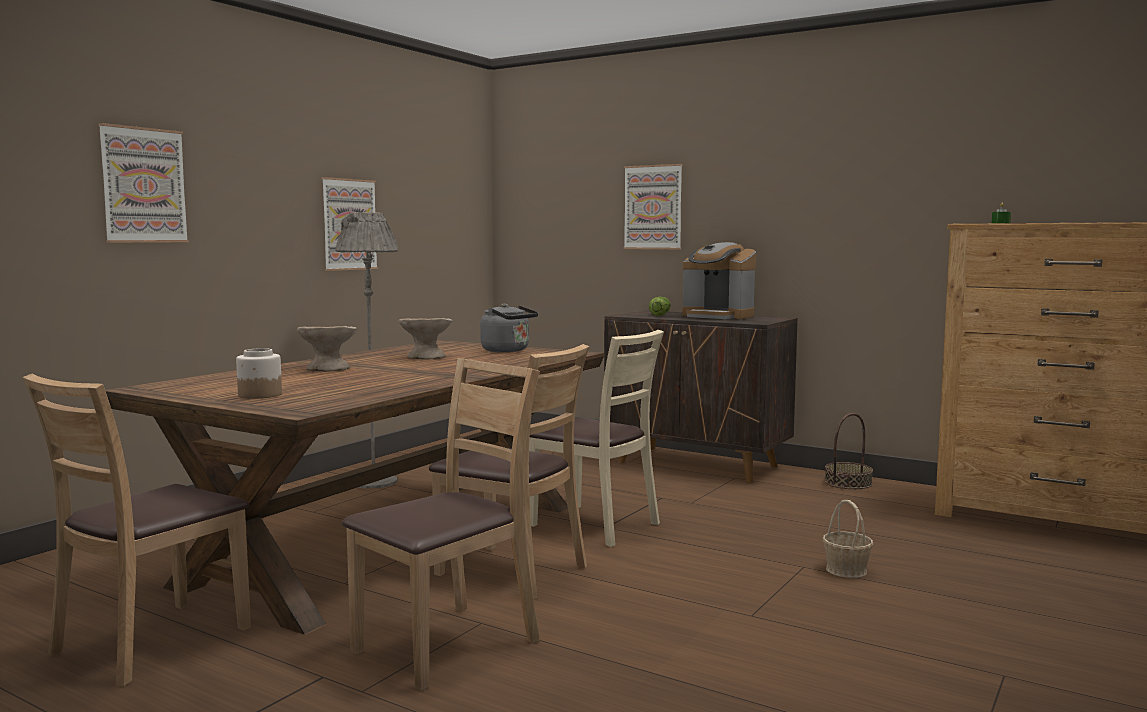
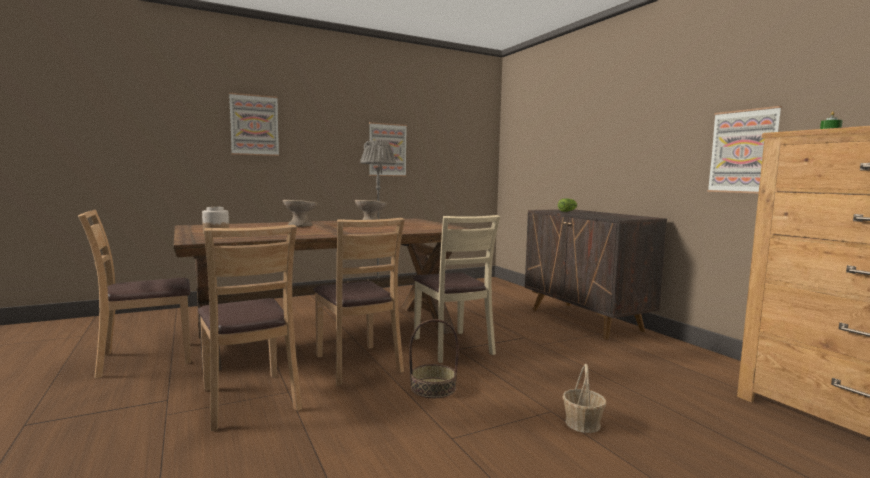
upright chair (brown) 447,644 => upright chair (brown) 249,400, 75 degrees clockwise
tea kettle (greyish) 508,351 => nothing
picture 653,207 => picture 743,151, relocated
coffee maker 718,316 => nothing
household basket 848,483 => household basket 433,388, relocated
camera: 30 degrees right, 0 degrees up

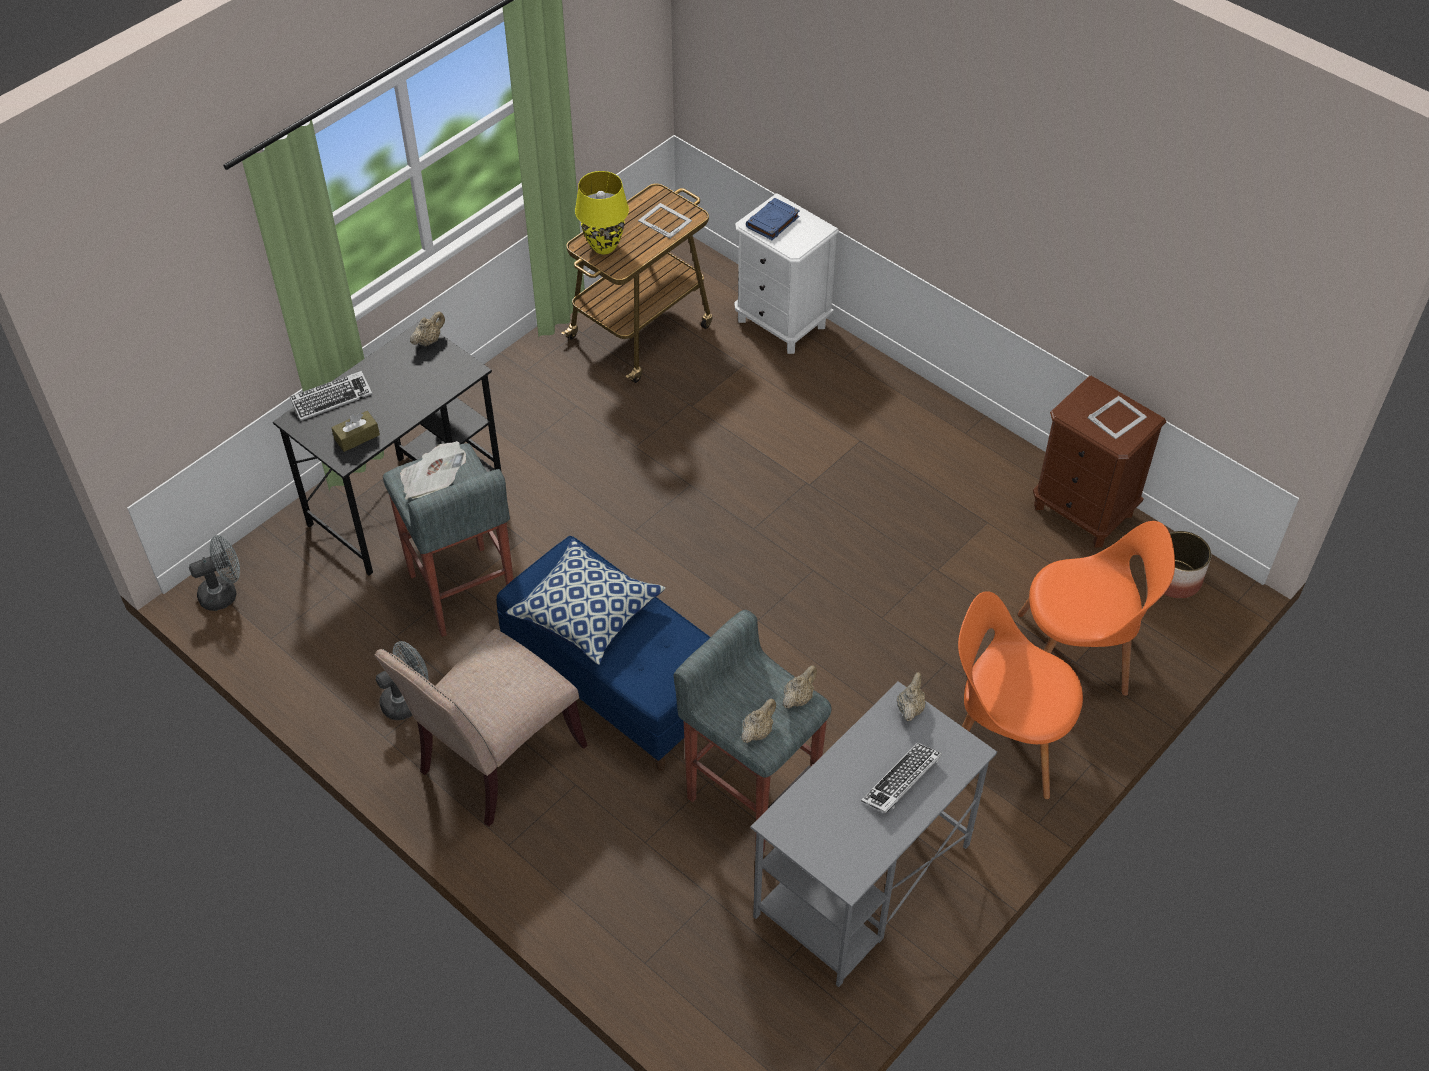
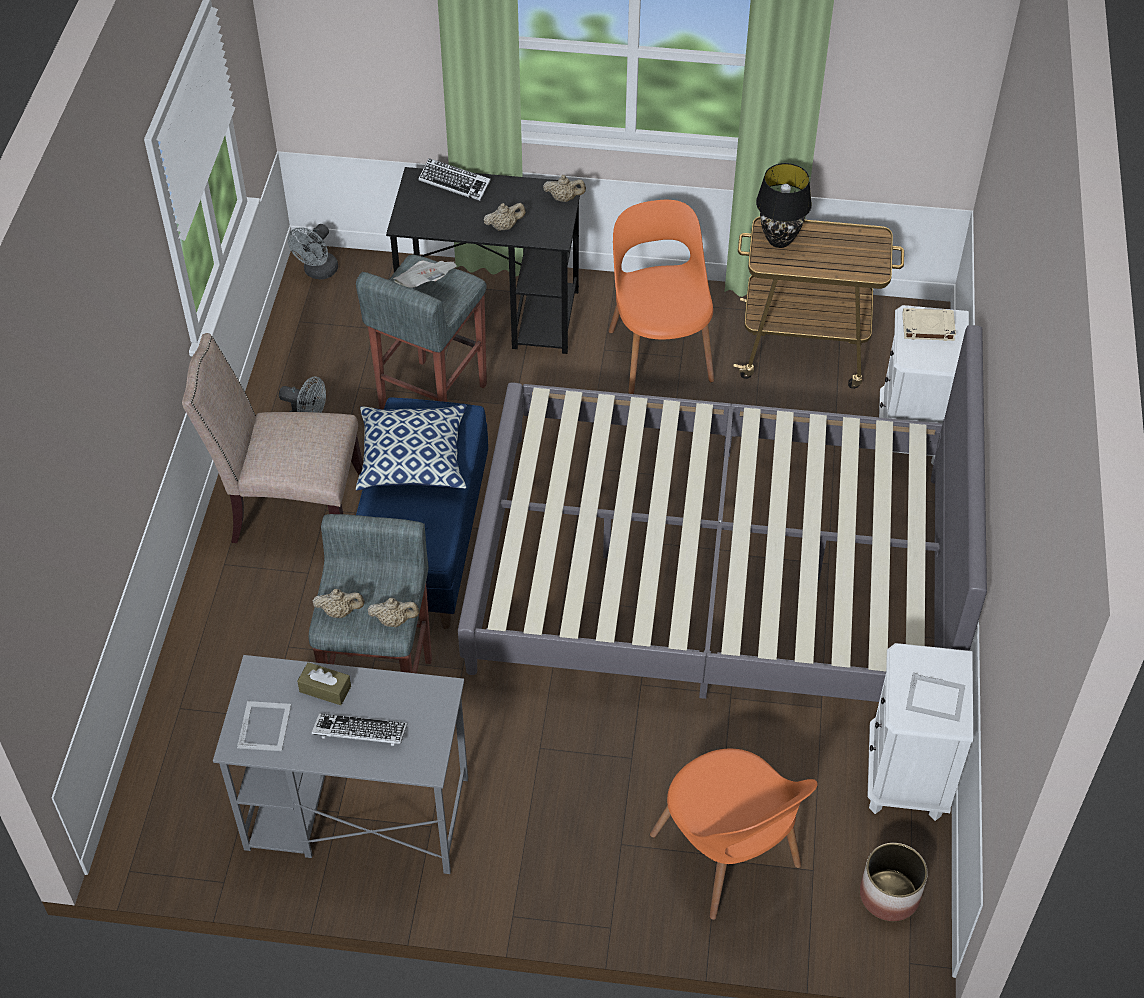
cooling fan (greyish) 224,593 => cooling fan (greyish) 318,272, 90 degrees clockwise
box of tissues (brown) 357,437 => box of tissues (brown) 325,689, relocated
lamp for a table (yellow-coloured) 604,247 => lamp for a table (black-coloured) 778,240
photo frame 664,220 => photo frame 265,725, relocated
bound book (blue) 772,222 => bound book (beige-coloured) 927,327
tea pot (beige-coloured) 910,708 => tea pot (beige-coloured) 504,227, relocated
upright chair (orange-coloured) 1005,739 => upright chair (orange-coloured) 660,351, relocated
bedside table (brown) 1083,510 => bedside table (white-coloured) 906,776
nothing => bedroom bed (greyish) 715,574
camera: 55 degrees right, 0 degrees up

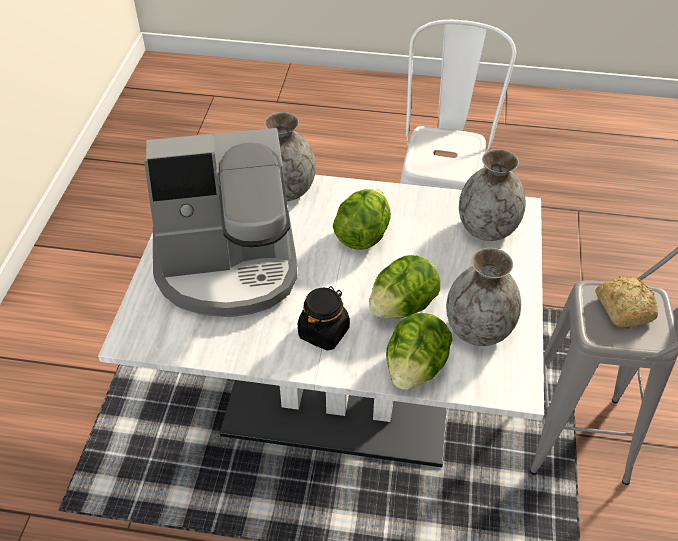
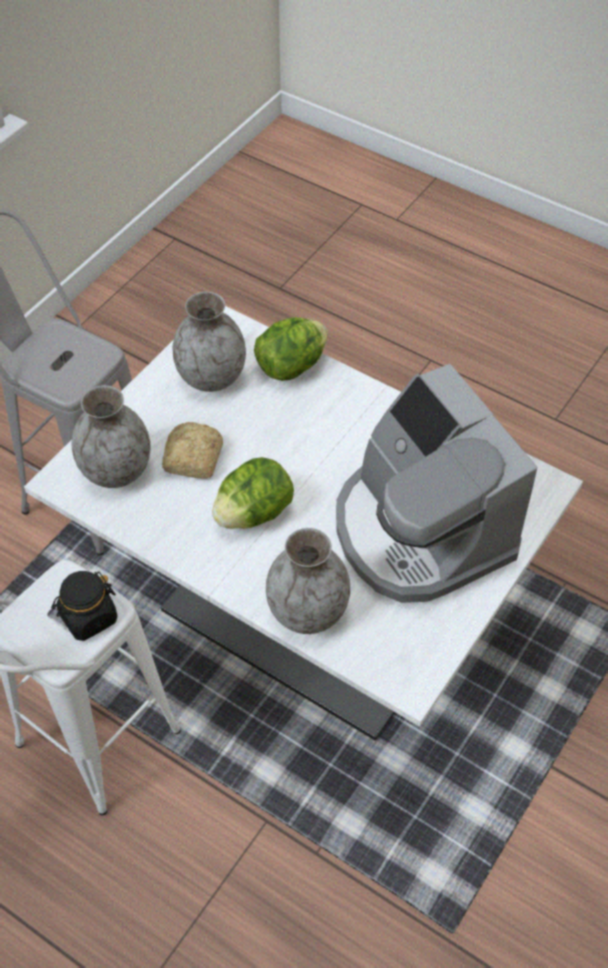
coffee maker 228,265 => coffee maker 420,531, 135 degrees counterclockwise
jar (black-coloured) 324,332 => jar (black-coloured) 88,618, relocated
lettuce 402,306 => nothing
bakery bread 624,307 => bakery bread 192,459, relocated
camera: 155 degrees left, 5 degrees up

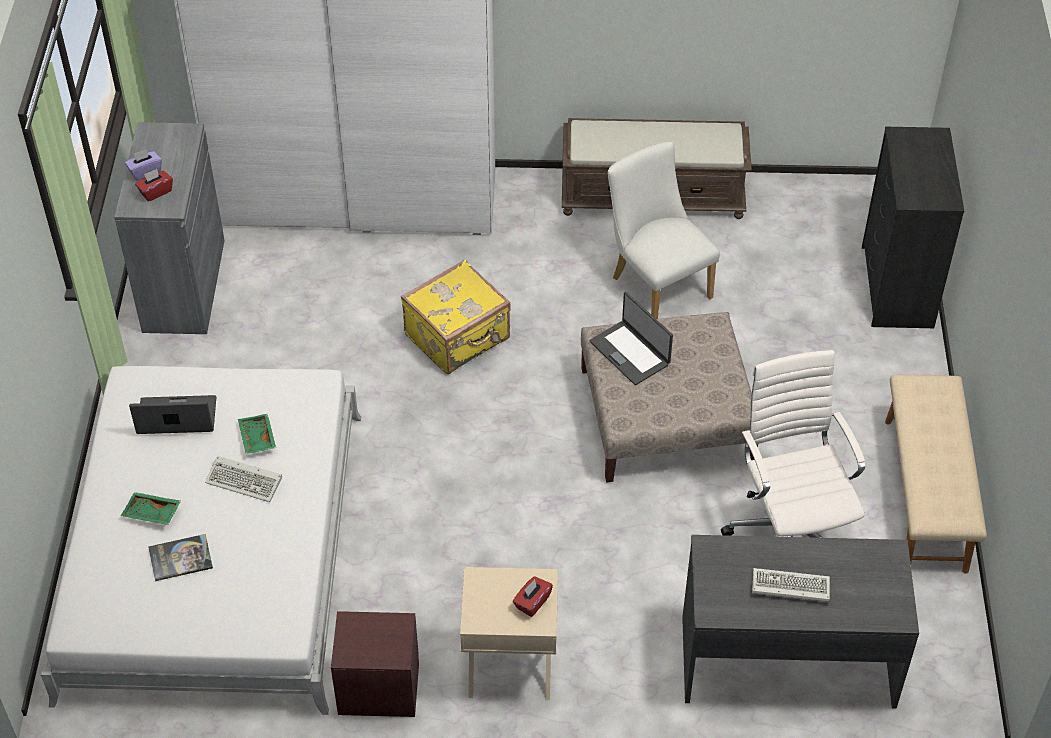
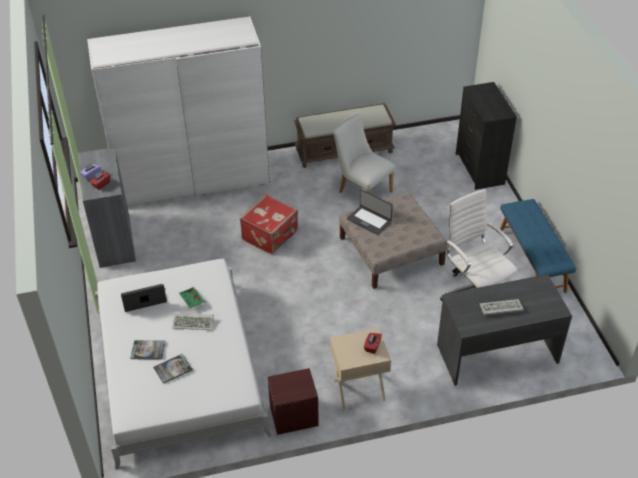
serving tray (green-coloured) 151,514 => bound book 148,350
piece of luggage (yellow-coloured) 458,338 => piece of luggage (red-coloured) 271,236
bench (beige-coloured) 926,494 => bench (blue) 532,260
camera: 15 degrees left, 5 degrees down

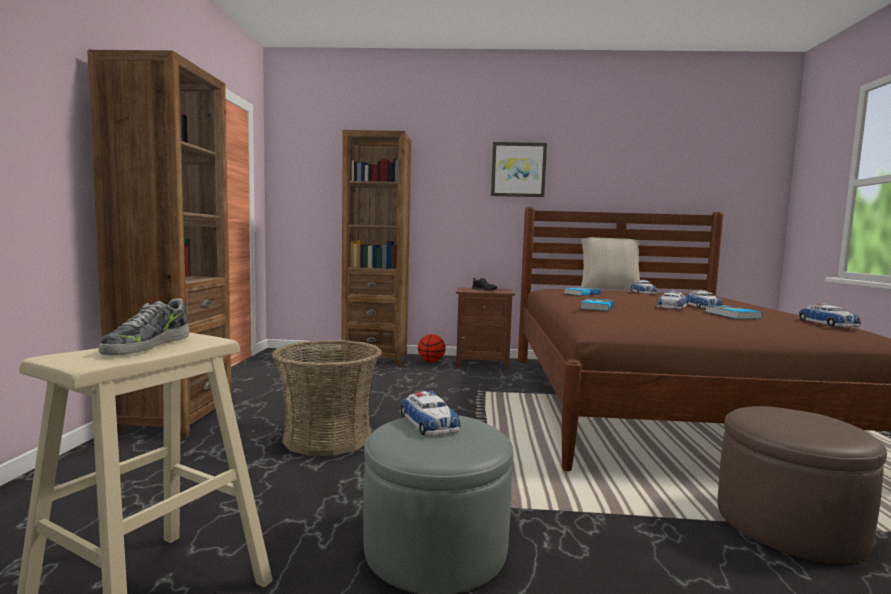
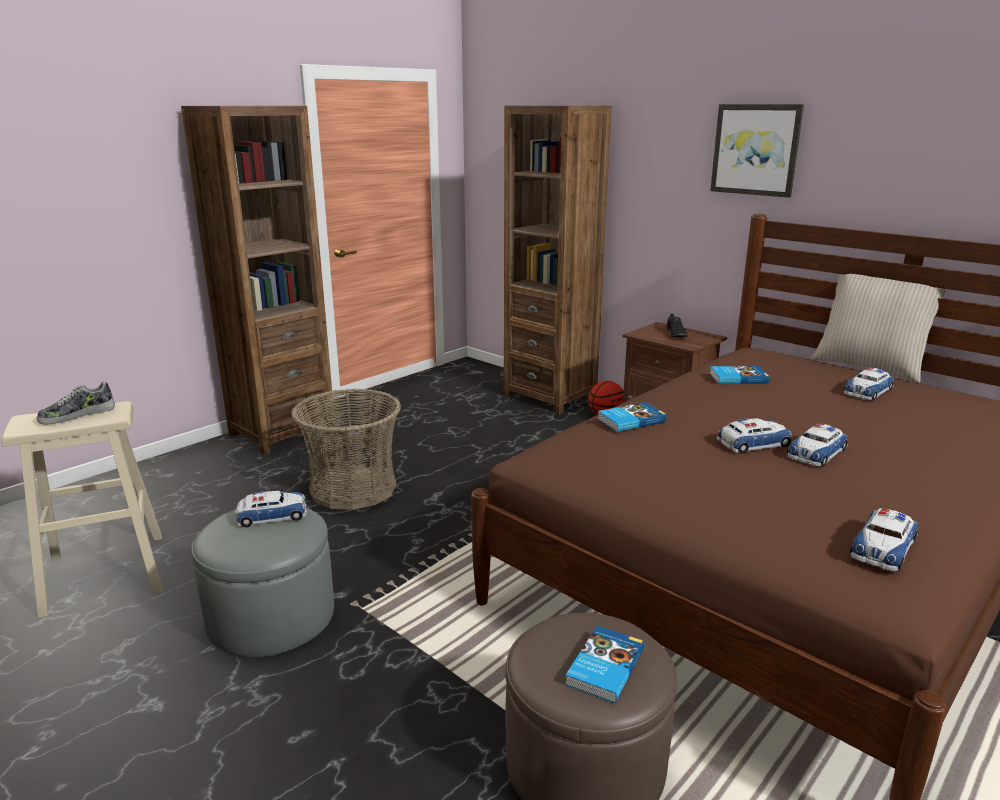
toy car 428,422 => toy car 272,515, 120 degrees counterclockwise
bound book 731,315 => bound book 603,667, relocated
camera: 40 degrees right, 15 degrees up

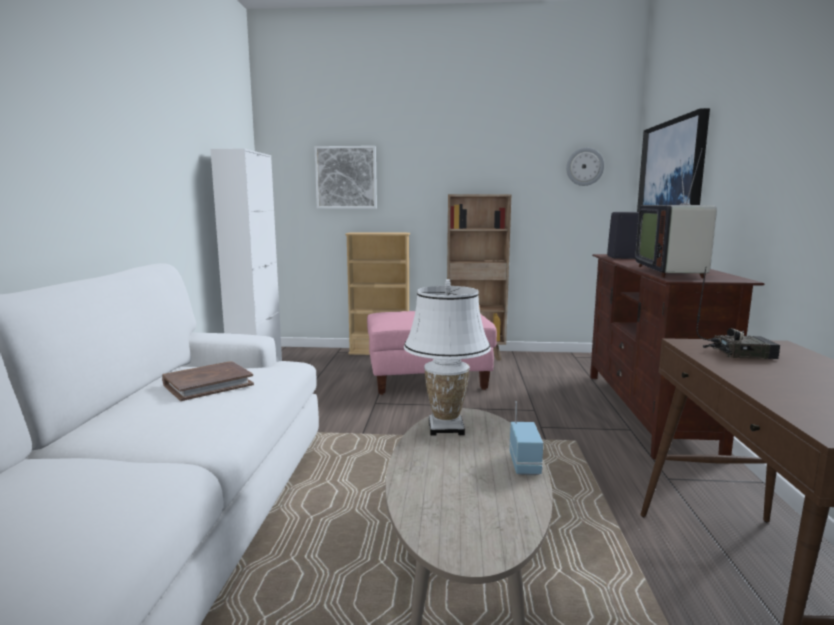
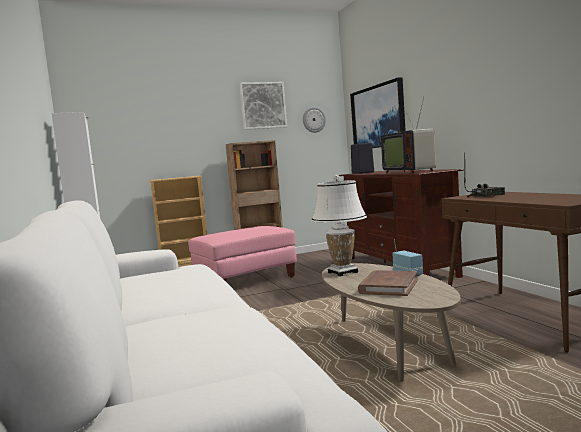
bound book (brown) 208,384 => bound book (brown) 388,286, relocated
picture 346,177 => picture 263,105, relocated
camera: 25 degrees left, 5 degrees down

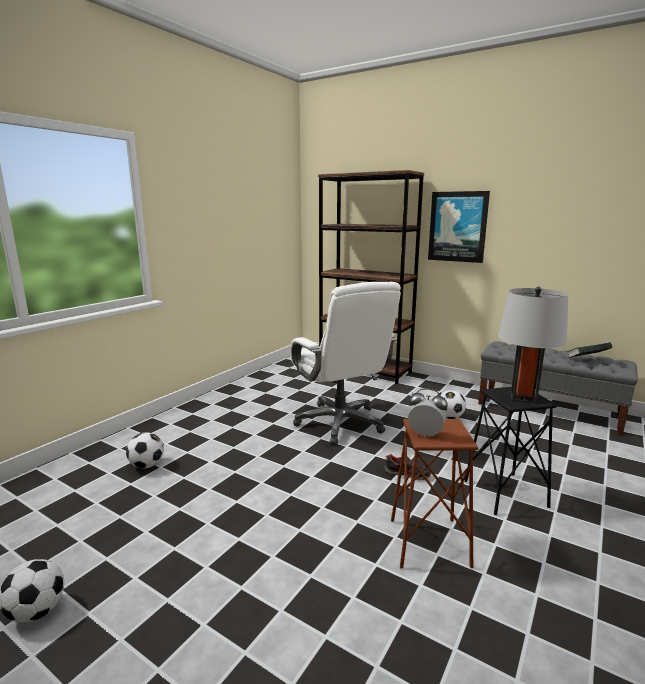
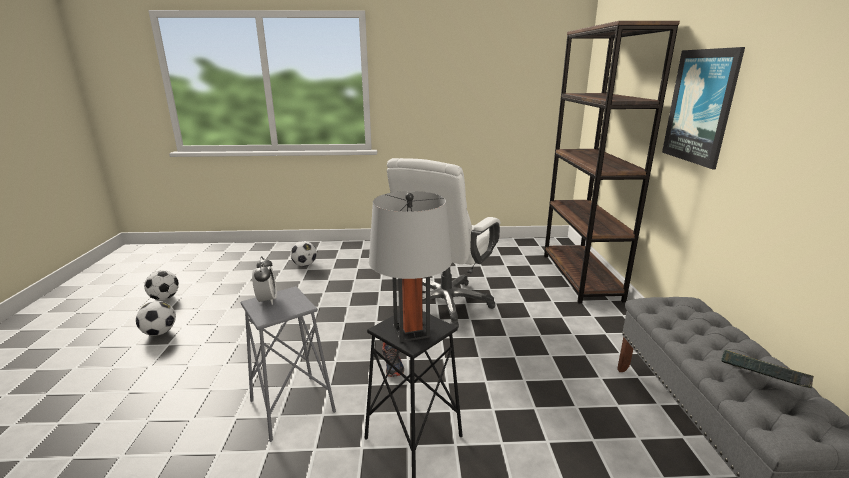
stool (brown) 428,542 => stool (greyish) 292,406
football 449,417 => football 159,332, relocated
camera: 55 degrees right, 5 degrees up

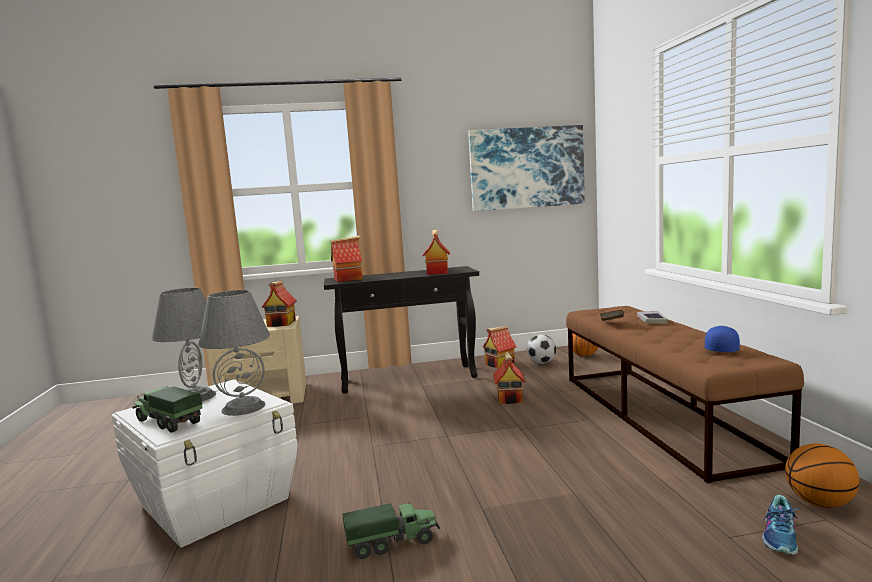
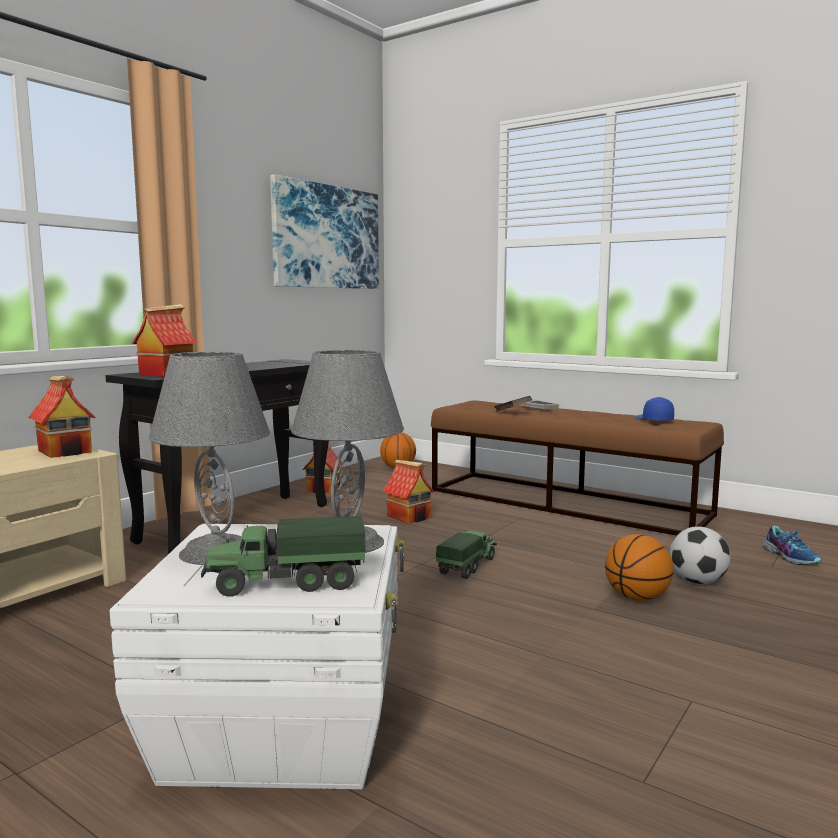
toy lorry 393,542 => toy lorry 468,566, relocated
model house 437,272 => nothing
football 541,363 => football 697,581, relocated
basketball ball 820,503 => basketball ball 637,598, relocated
camera: 45 degrees left, 0 degrees up

